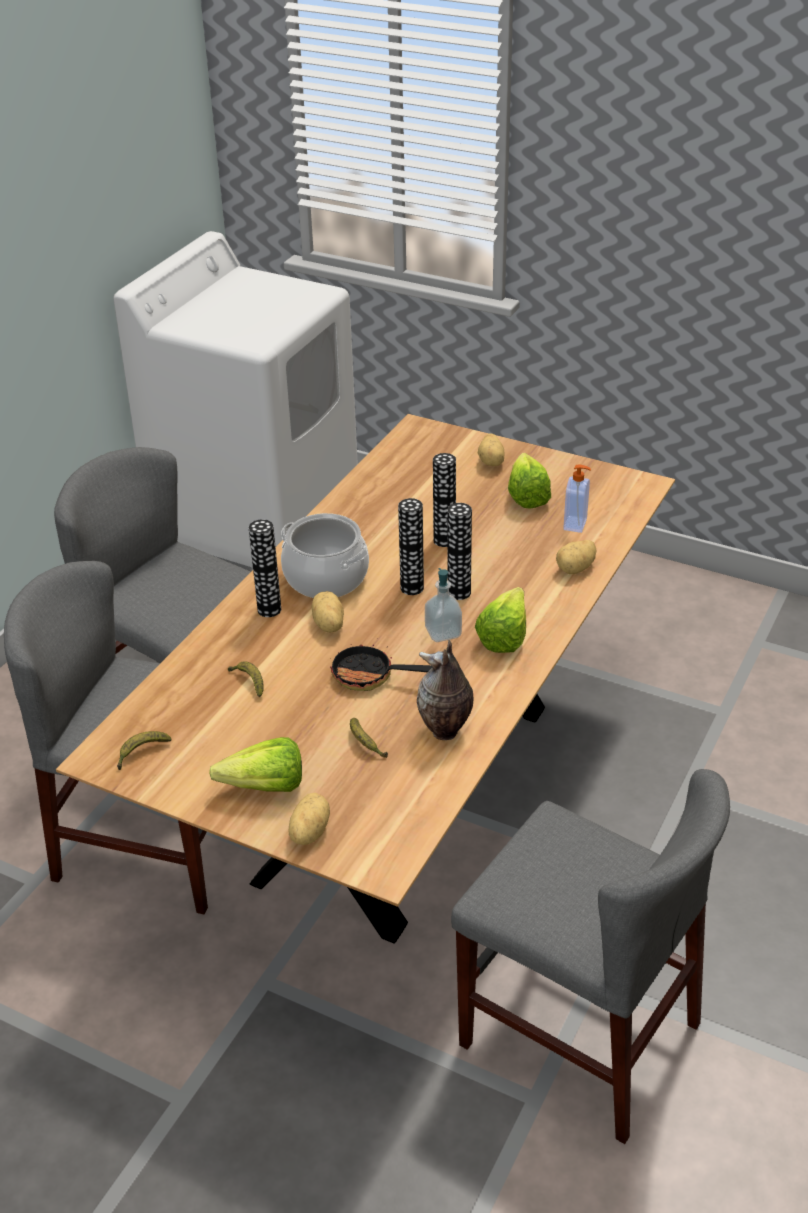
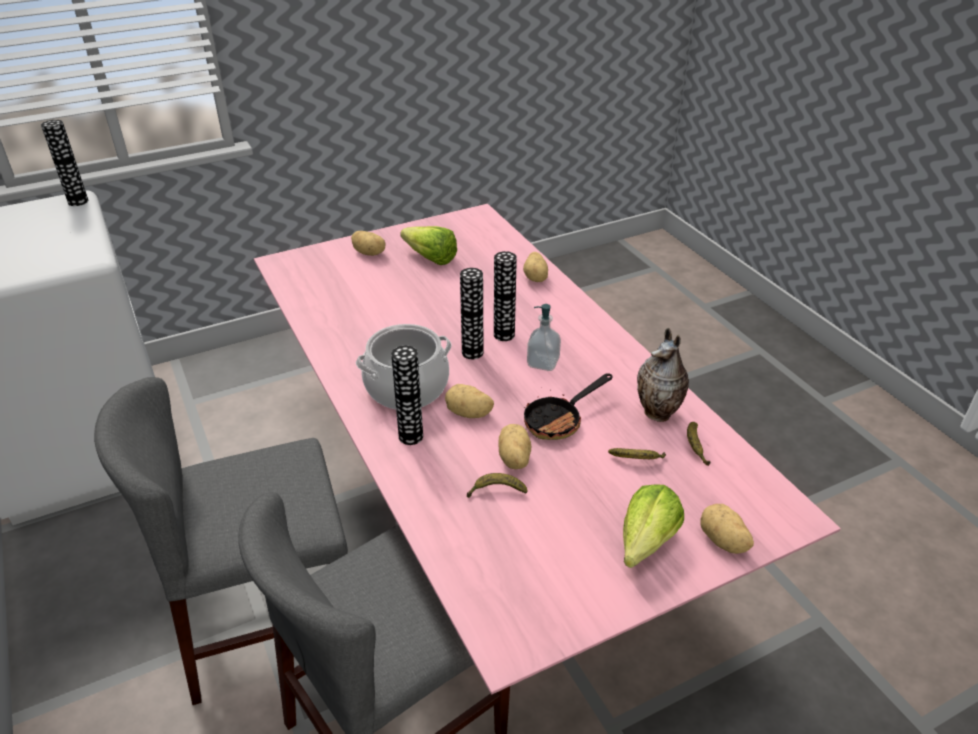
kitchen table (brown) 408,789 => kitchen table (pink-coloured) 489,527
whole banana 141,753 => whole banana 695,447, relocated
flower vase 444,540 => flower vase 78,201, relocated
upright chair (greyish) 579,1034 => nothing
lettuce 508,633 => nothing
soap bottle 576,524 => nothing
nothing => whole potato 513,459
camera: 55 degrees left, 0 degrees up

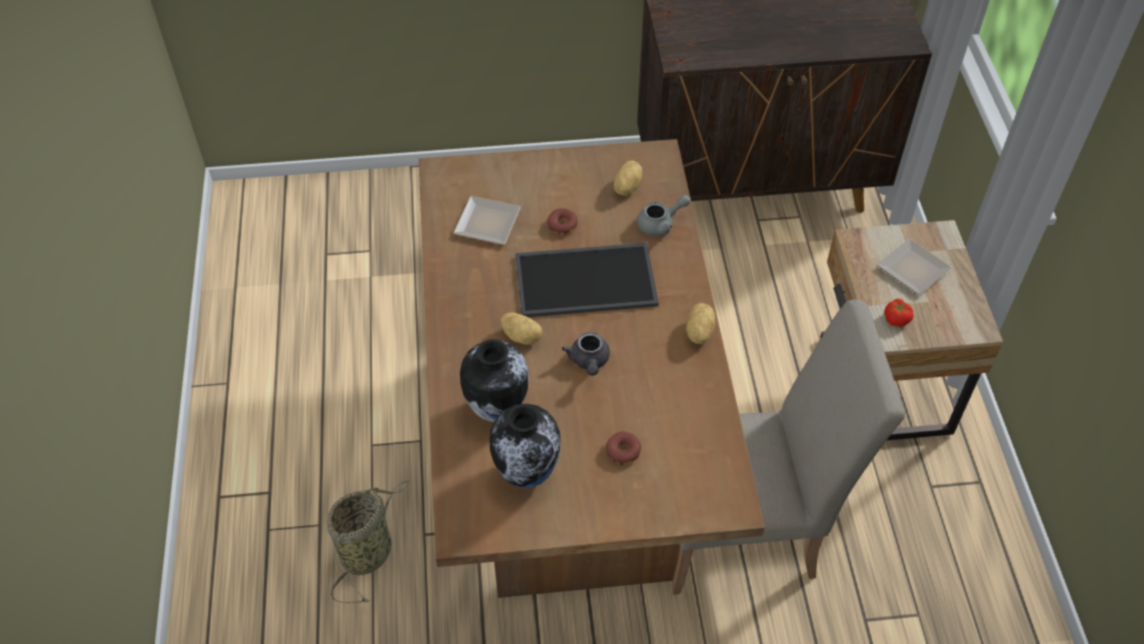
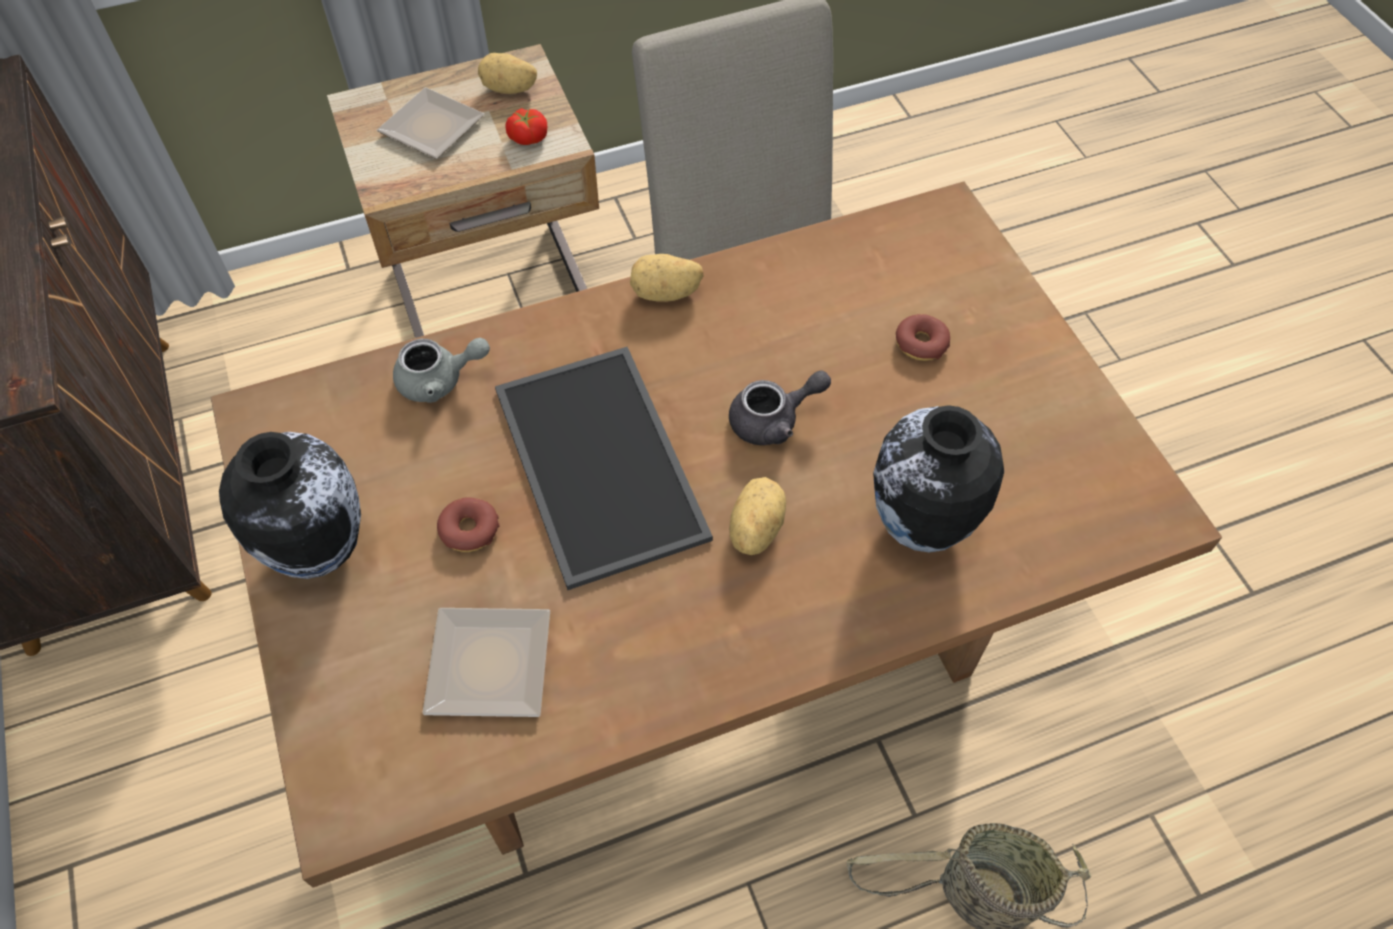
flower vase 527,473 => flower vase 320,550, relocated
whole potato 626,187 => whole potato 509,89, relocated
tea pot (greyish) 660,224 => tea pot (greyish) 440,380, 120 degrees clockwise
camera: 105 degrees left, 5 degrees up

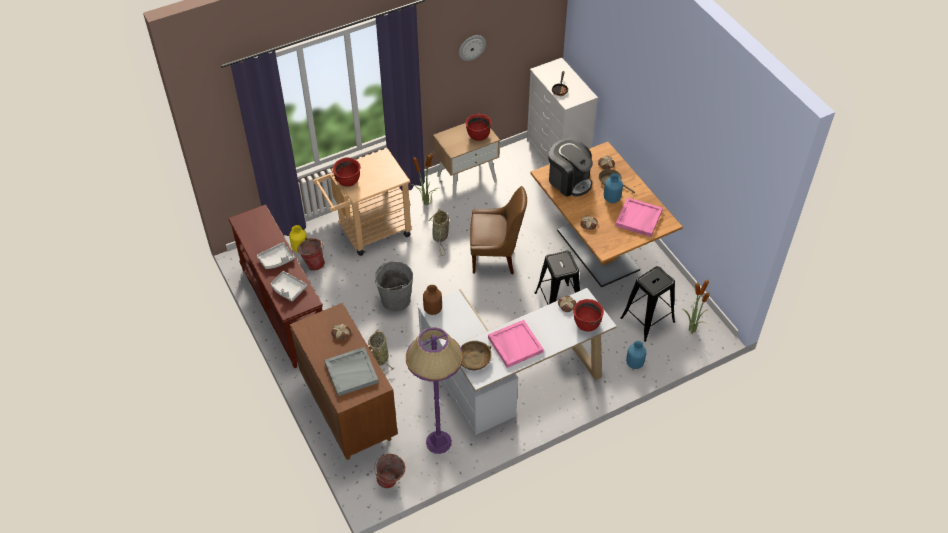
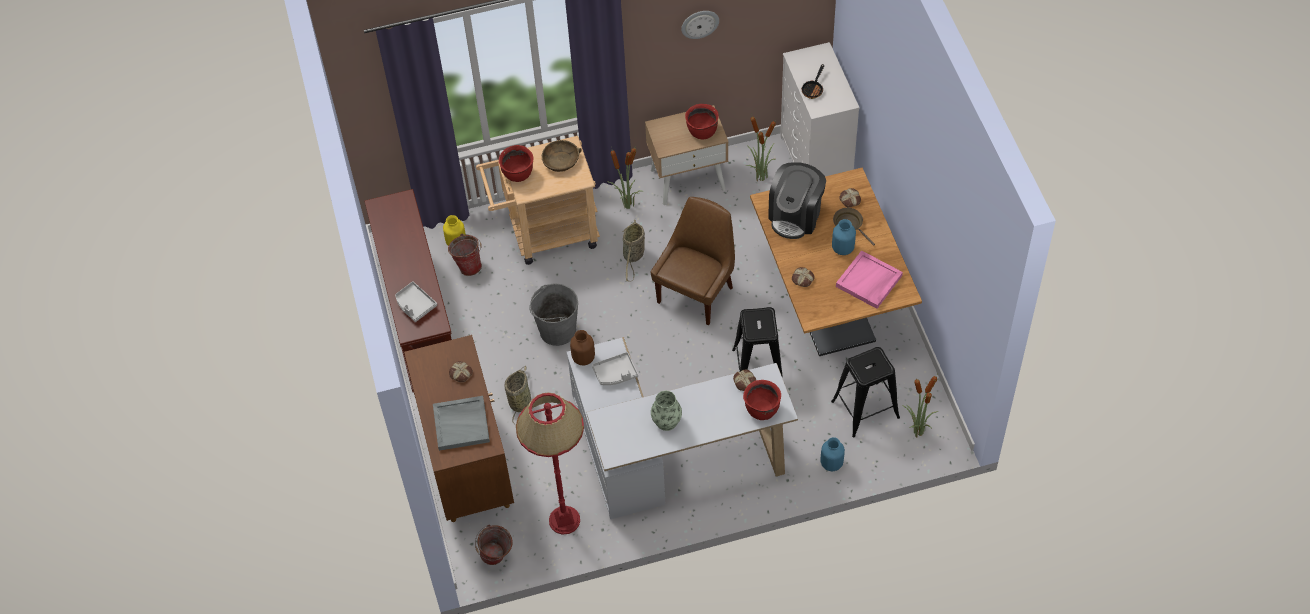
serving tray (greyish) 276,260 => serving tray (greyish) 615,373, relocated
standing lamp (purple) 438,442 => standing lamp (red-coloured) 564,520
bowl (brown) 474,359 => bowl (brown) 561,160, relocated
upright chair (brown) 496,256 => upright chair (brown) 696,293, 75 degrees counterclockwise
serving tray (pink-coloured) 514,345 => flower vase 666,421
coffee maker 569,181 => coffee maker 795,215, 60 degrees clockwise
nothing => houseplant 760,177
camera: 15 degrees right, 5 degrees up

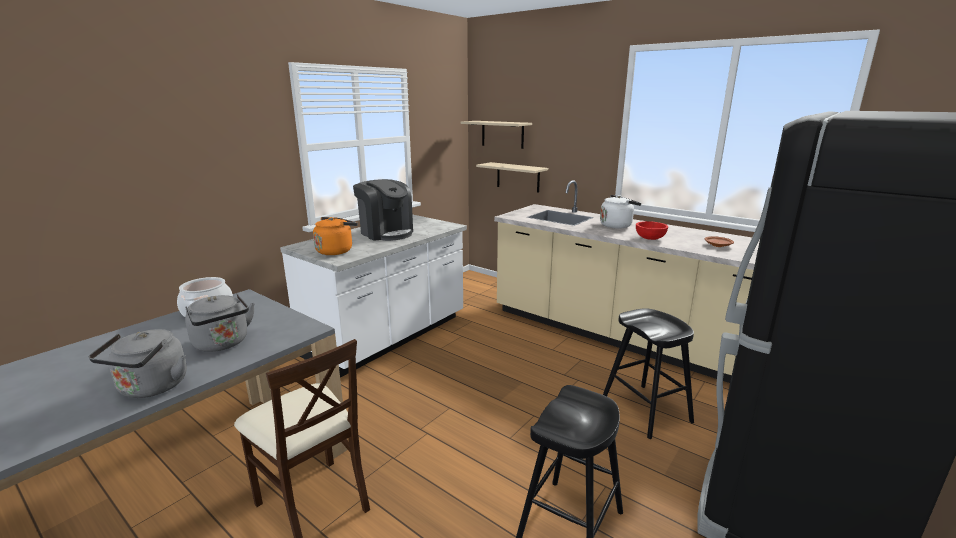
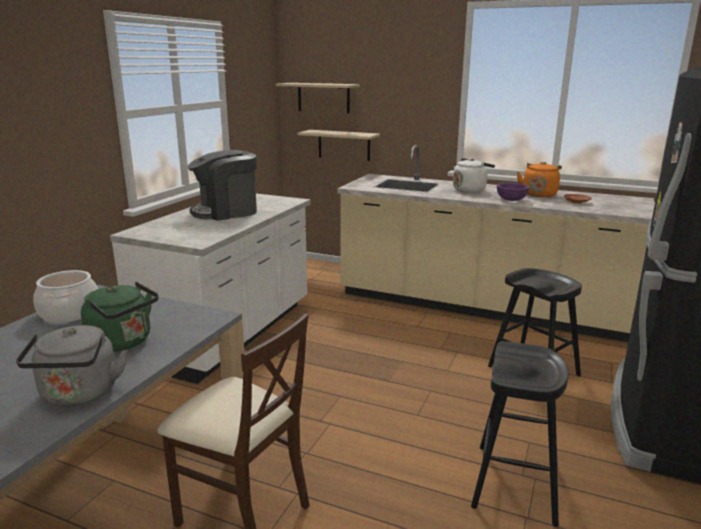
tea kettle (greyish) 223,344 => tea kettle (green-coloured) 123,342
tea kettle (orange-coloured) 336,251 => tea kettle (orange-coloured) 539,194, relocated
coffee maker 386,233 => coffee maker 226,212, 120 degrees clockwise
bowl (red-coloured) 650,238 => bowl (purple) 511,200
camera: 15 degrees left, 0 degrees up

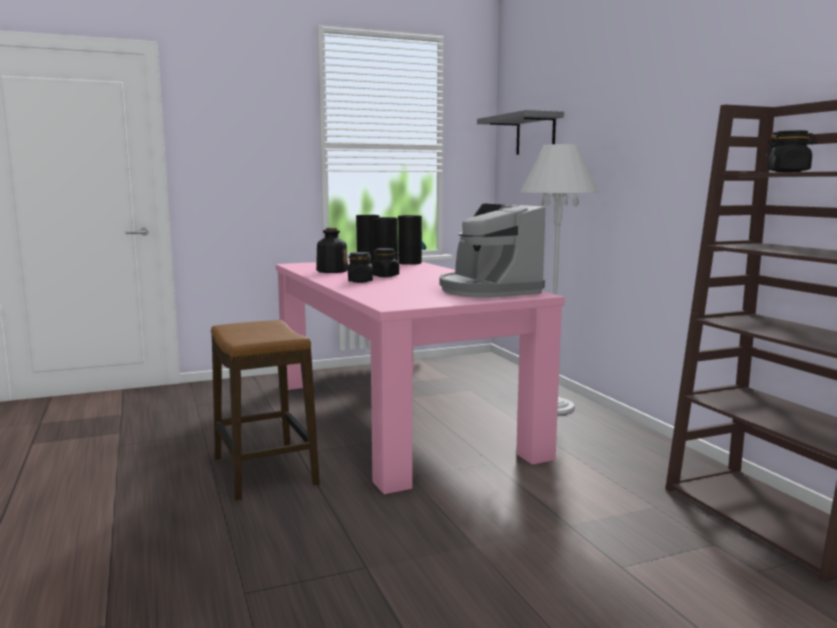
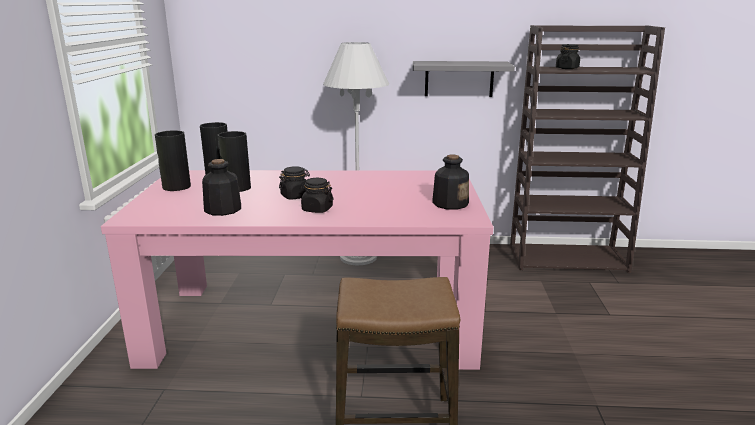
coffee maker 487,290 => nothing
shelf (greyish) 535,134 => shelf (greyish) 459,78, relocated
nothing => drink bottle 450,203
camera: 65 degrees left, 10 degrees up

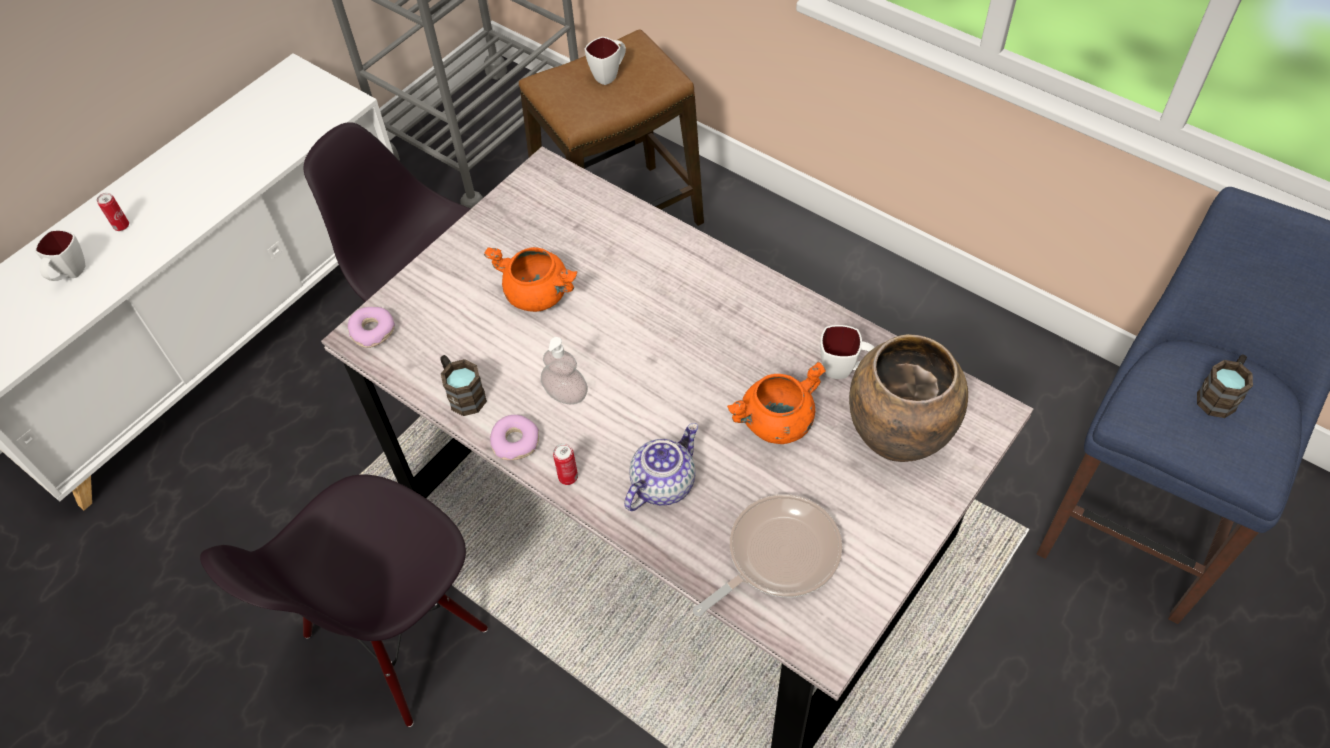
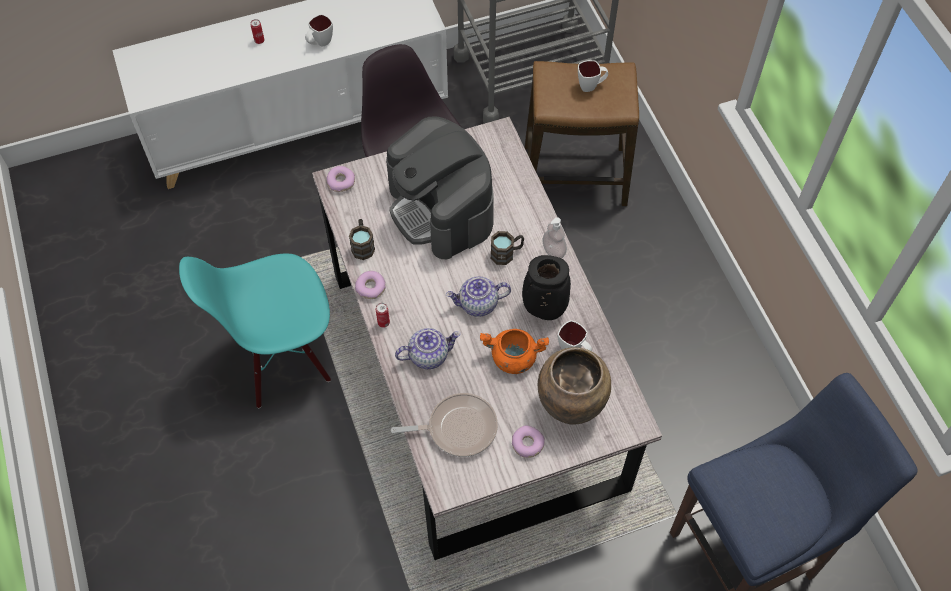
tea mug (white-coloured) 70,275 => tea mug (white-coloured) 320,43, relocated
upright chair (black-coloured) 396,636 => upright chair (blue-green) 281,356
cooking pot (orange-coloured) 538,294 => coffee maker 441,209
soap bottle 566,394 => soap bottle 553,250, relocated
tea mug (brown) 1219,395 => tea mug (brown) 507,253, relocated
nothing => tea pot 478,304
nothing => donut 527,444
nothing => flower vase (black-coloured) 543,309
camera: 30 degrees right, 5 degrees up

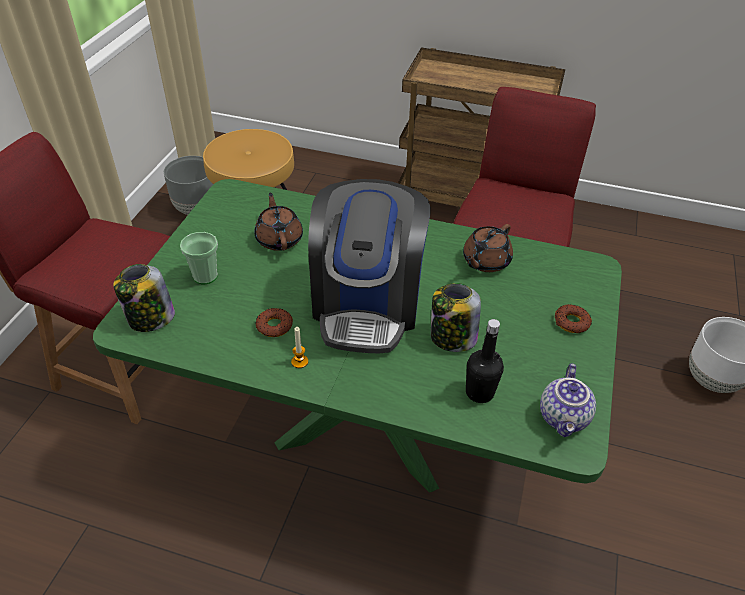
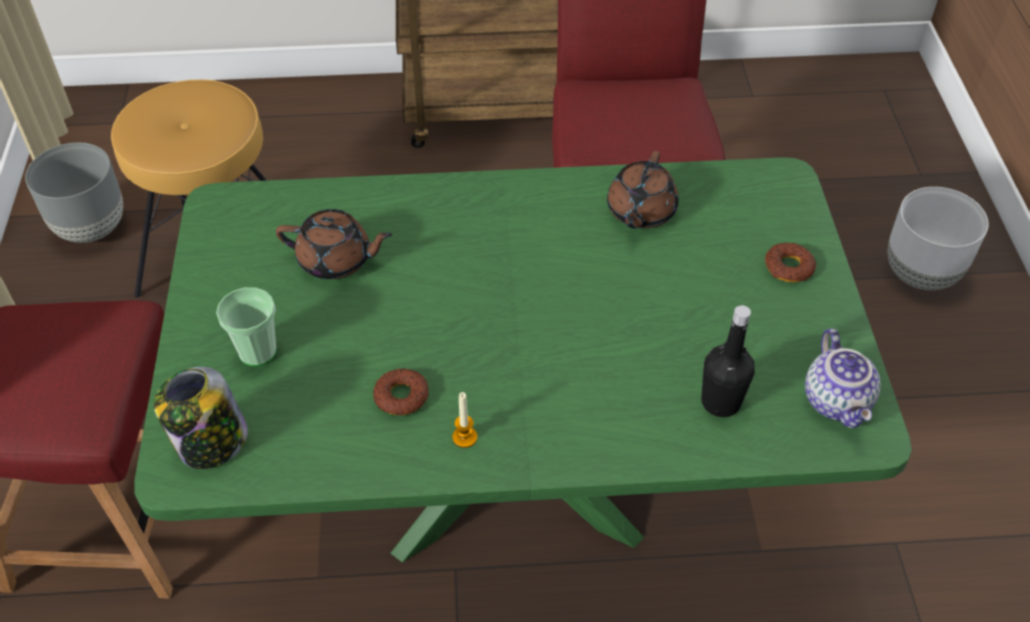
tea pot (brown) 279,239 => tea pot (brown) 336,260, 135 degrees clockwise
coffee maker 367,304 => nothing
jar 452,338 => nothing
camera: 20 degrees left, 5 degrees up

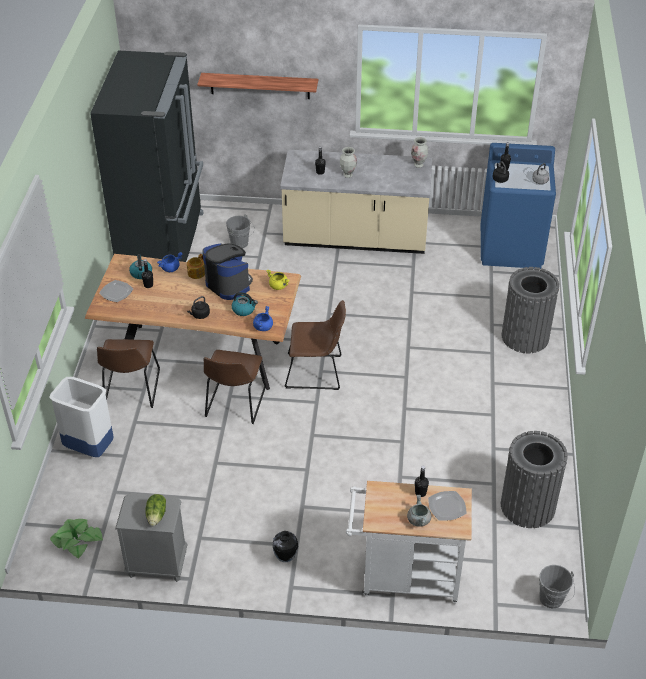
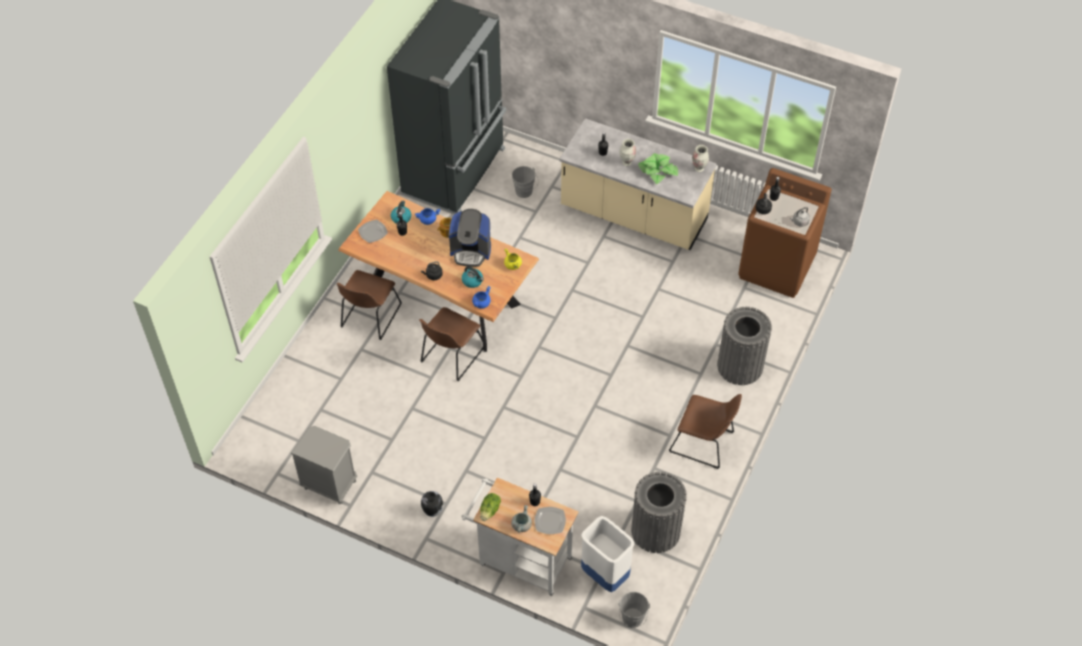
trash can (white-coloured) 89,448 => trash can (white-coloured) 605,575, relocated
houseplant 77,540 => houseplant 658,171, relocated
lettuce 157,515 => lettuce 490,510, relocated
shelf 260,86 => nothing
coffee maker 228,284 => coffee maker 470,251, 120 degrees clockwise
upright chair (brown) 316,372 => upright chair (brown) 704,443, relocated
laundry appliance (blue) 511,248 => laundry appliance (brown) 777,267
camera: 20 degrees right, 10 degrees up

